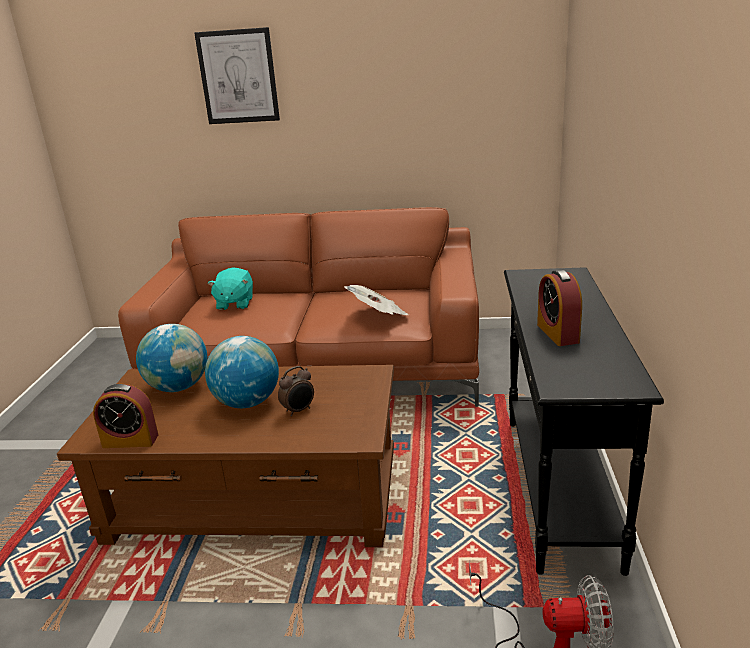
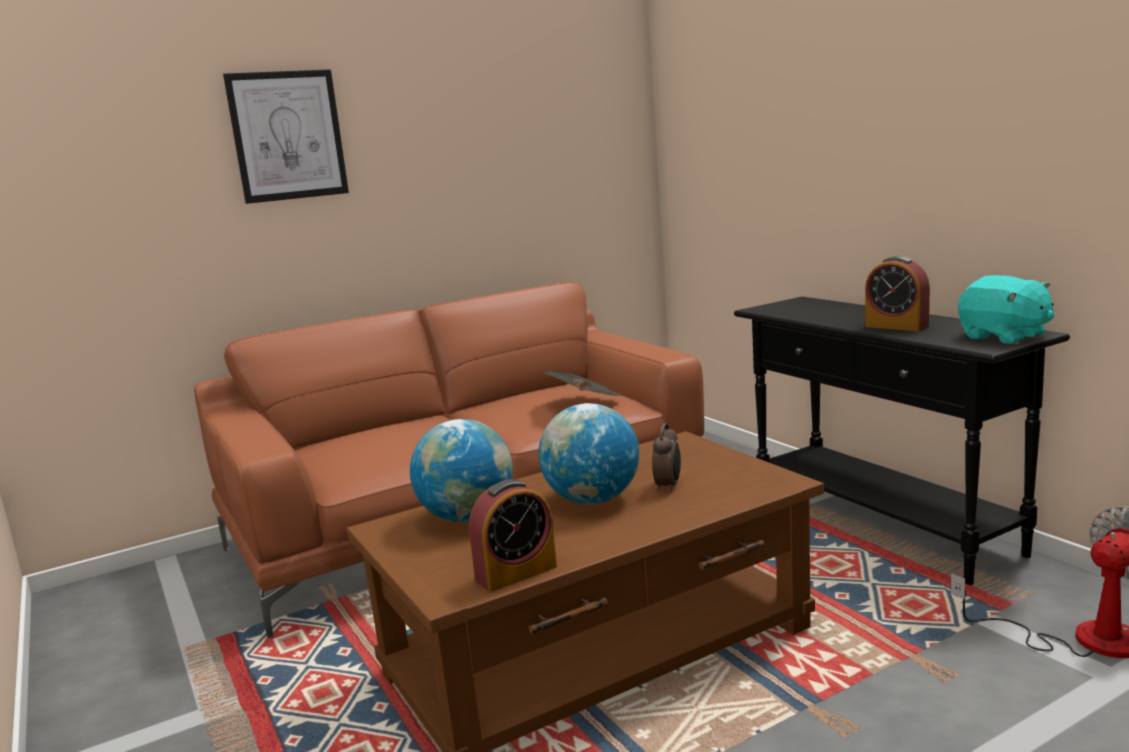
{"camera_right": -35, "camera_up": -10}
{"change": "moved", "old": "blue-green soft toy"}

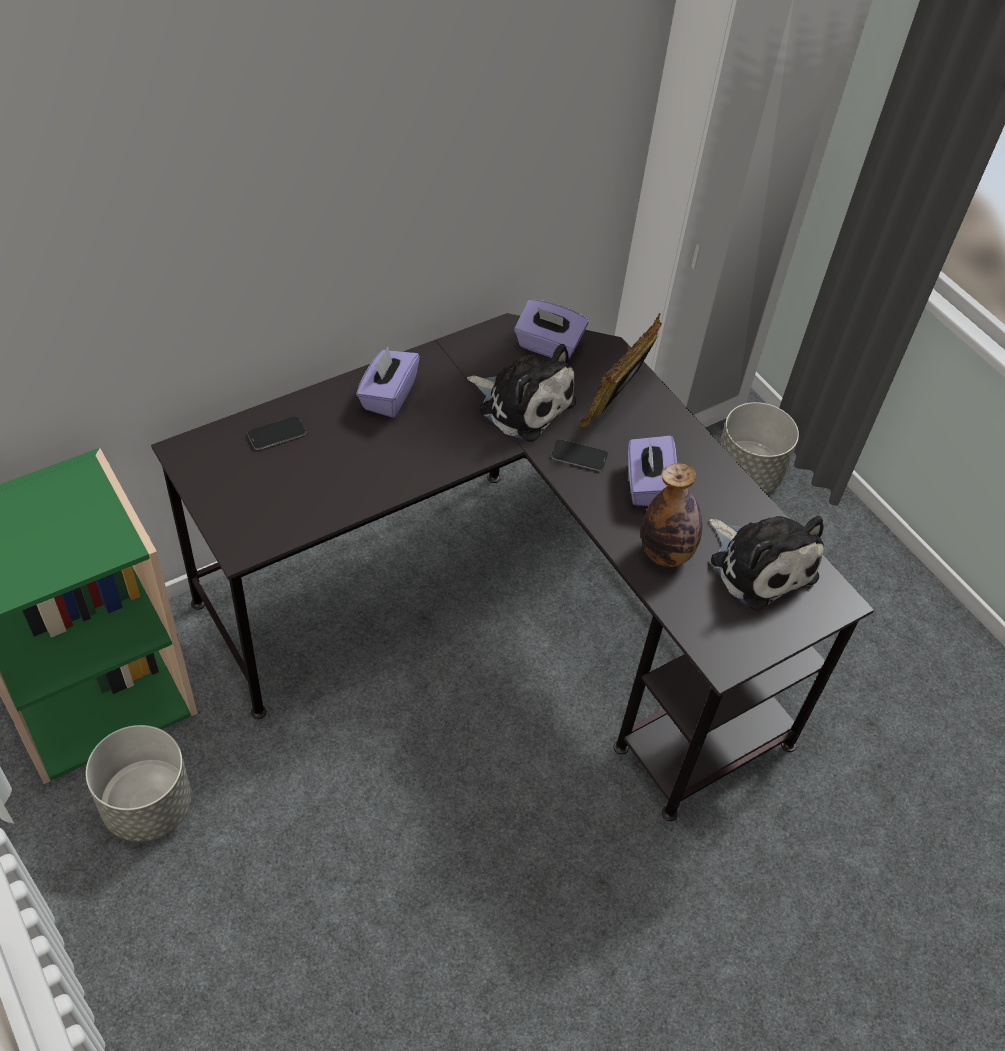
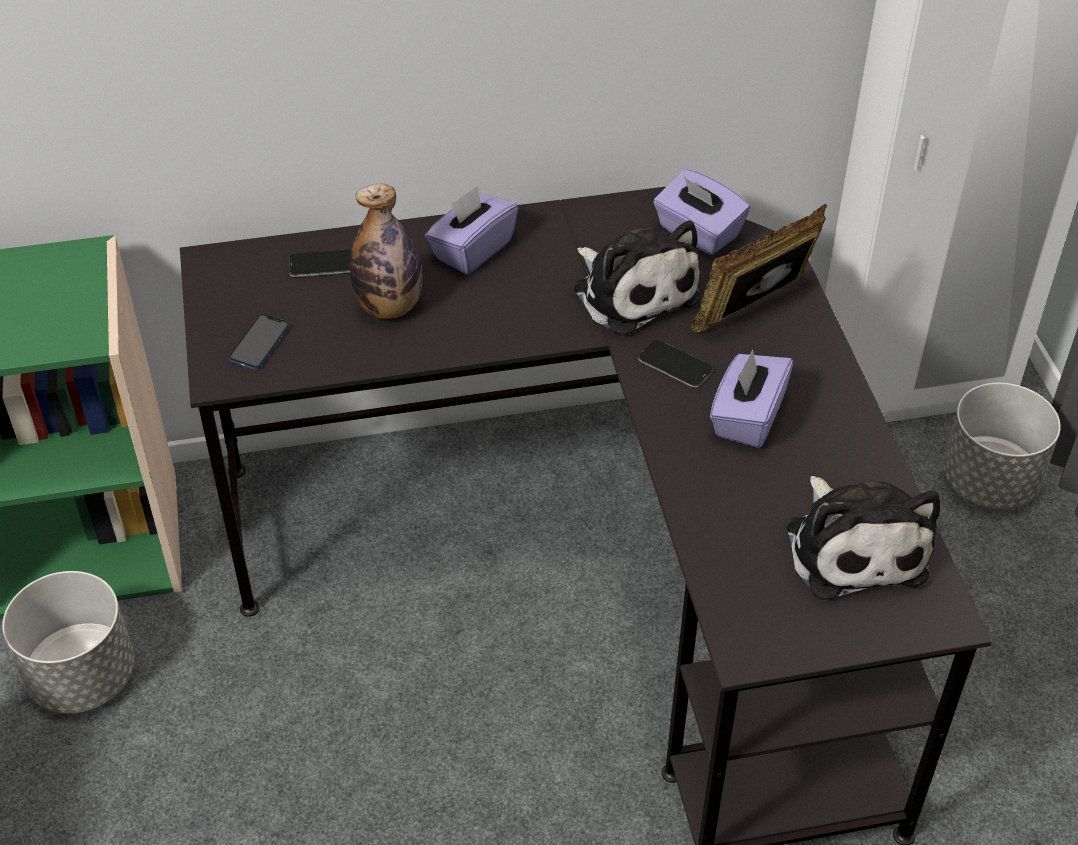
{"camera_right": 25, "camera_up": -5}
{"change": "moved", "old": "beverage bottle"}
{"change": "added", "new": "phone (1st from left)"}

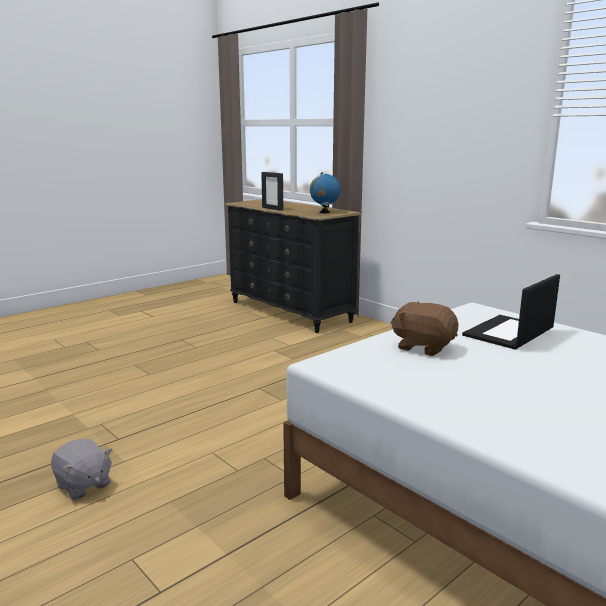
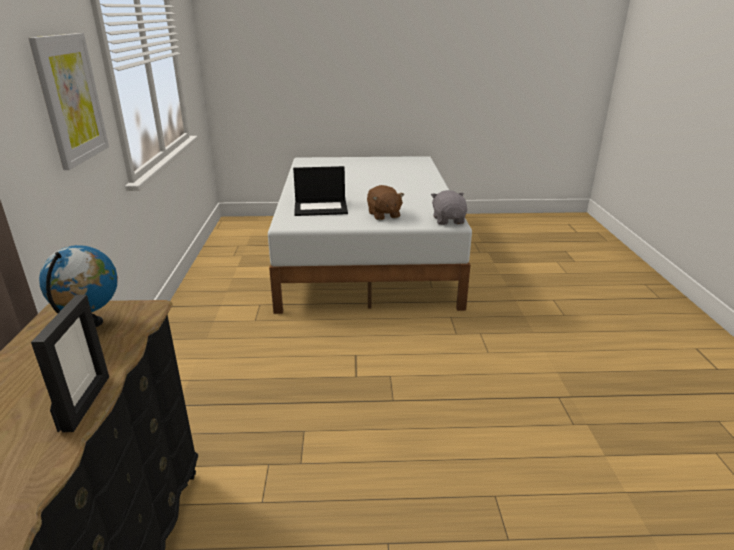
{"camera_right": -140, "camera_up": 10}
{"change": "moved", "old": "gray soft toy"}
{"change": "added", "new": "wall picture"}

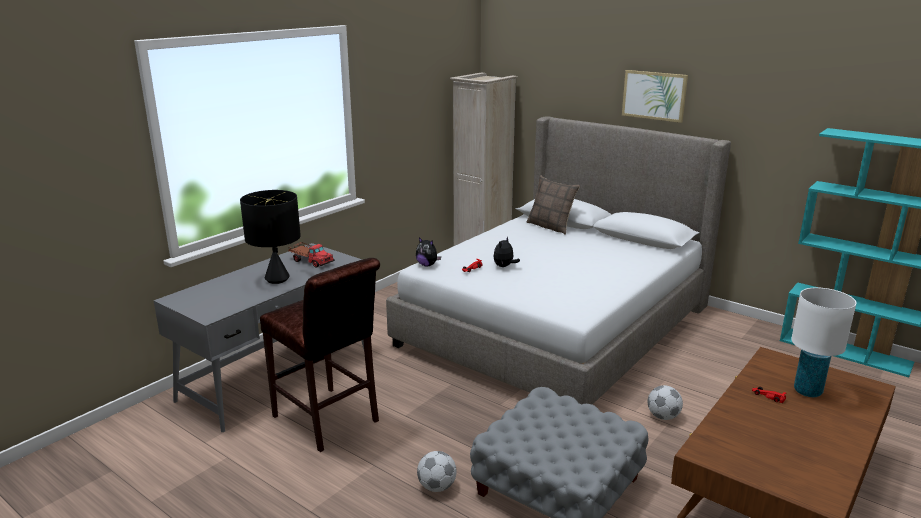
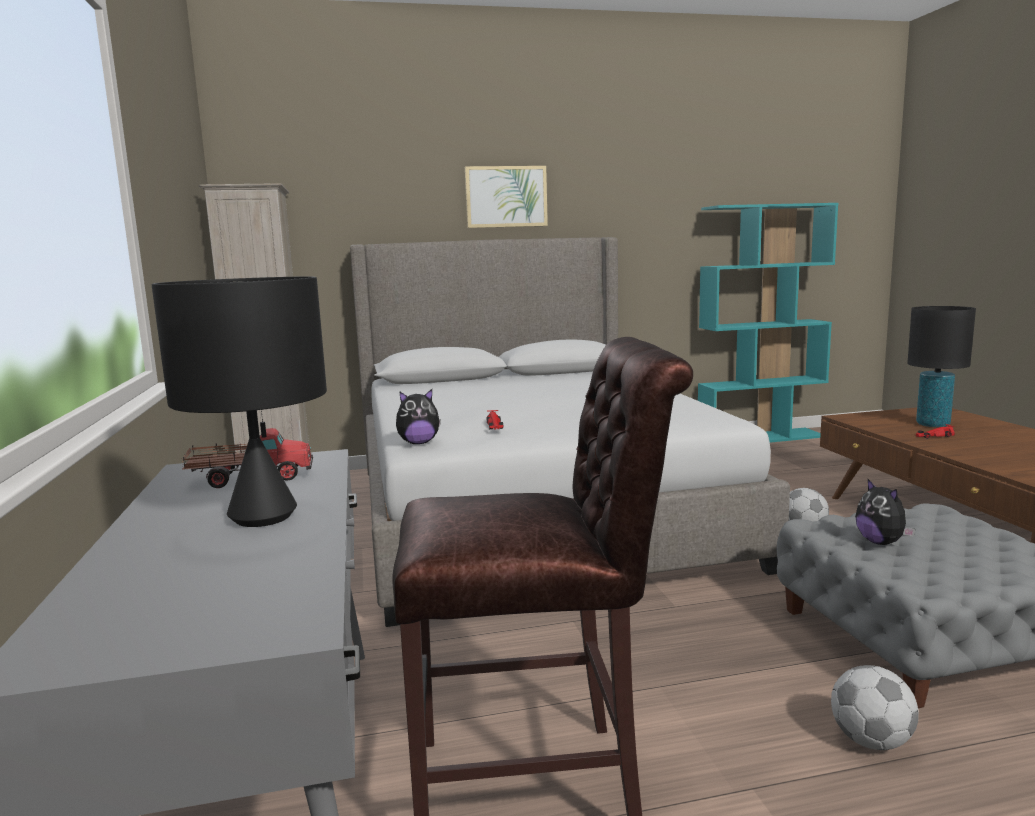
{"camera_right": -50, "camera_up": -10}
{"change": "moved", "old": "soft toy (2nd from left)"}
{"change": "removed", "old": "cushion"}
{"change": "recoloured", "old": "whitish tabletop lamp", "new": "black-coloured tabletop lamp (2nd from left)"}

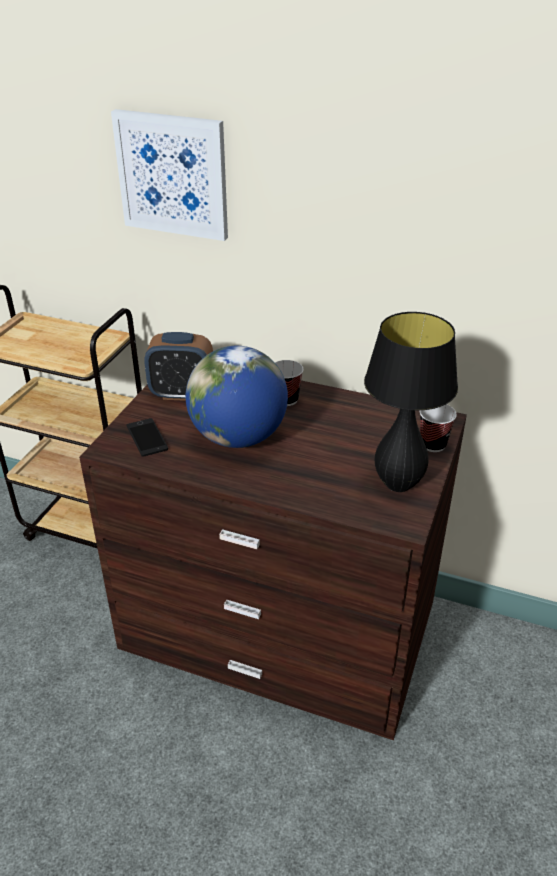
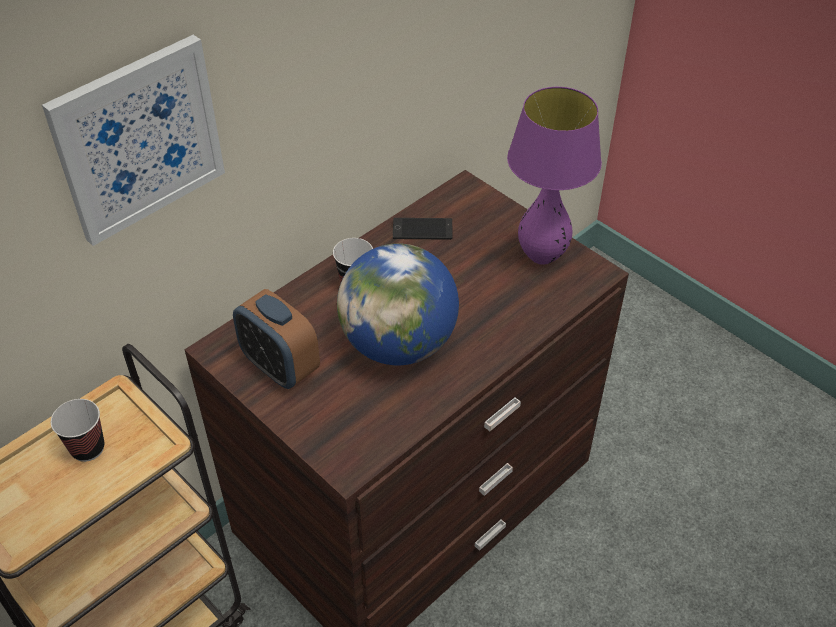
{"camera_right": -65, "camera_up": 10}
{"change": "moved", "old": "phone"}
{"change": "turned", "old": "bedside clock", "degrees": 105}
{"change": "recoloured", "old": "black-coloured tabletop lamp", "new": "purple tabletop lamp"}
{"change": "moved", "old": "cup (2nd from left in the first image)", "new": "cup (1st from left)"}

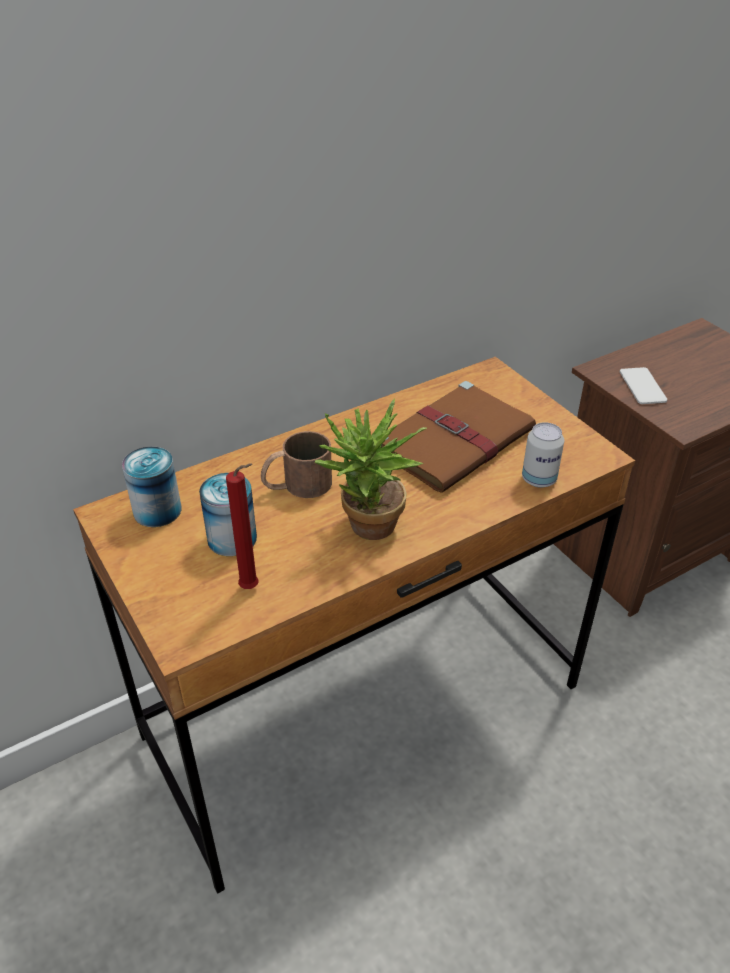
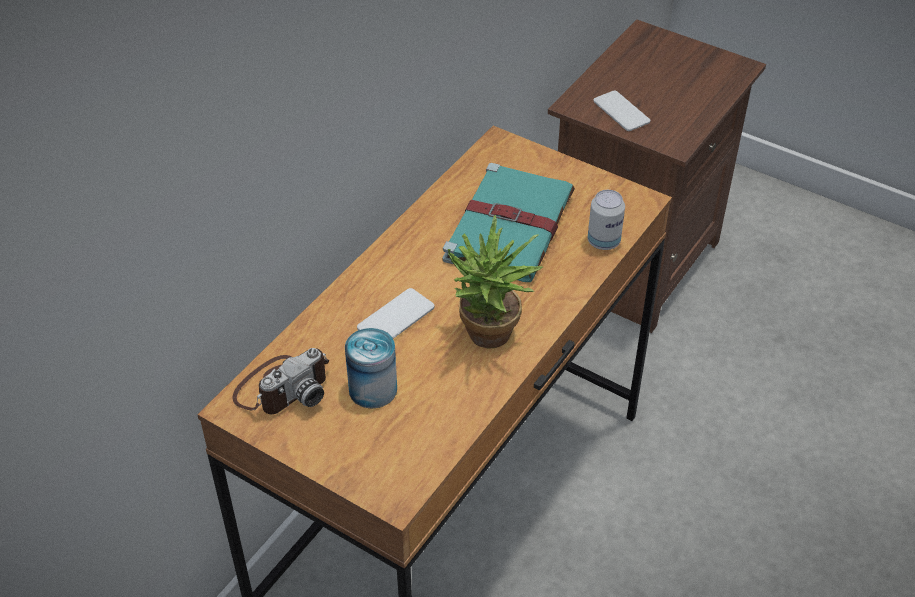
{"camera_right": -25, "camera_up": 5}
{"change": "replaced", "old": "sealed can (1st from left)", "new": "still camera"}
{"change": "removed", "old": "red wax candle"}
{"change": "replaced", "old": "brown-coloured mug", "new": "phone (1st from left)"}
{"change": "recoloured", "old": "brown-coloured bound book", "new": "blue-green bound book"}

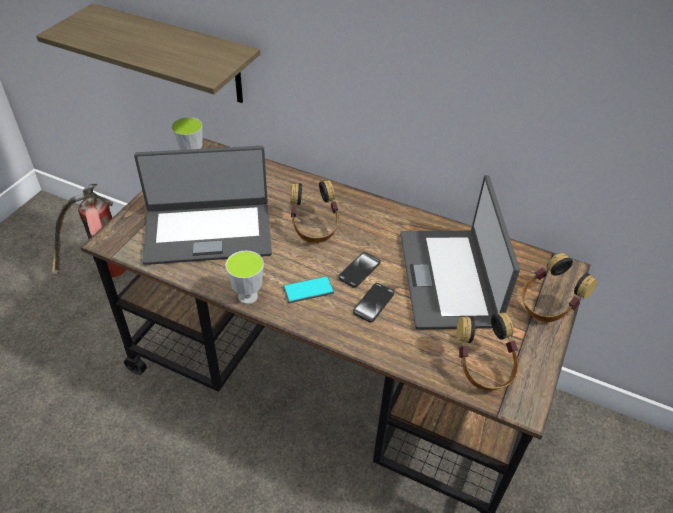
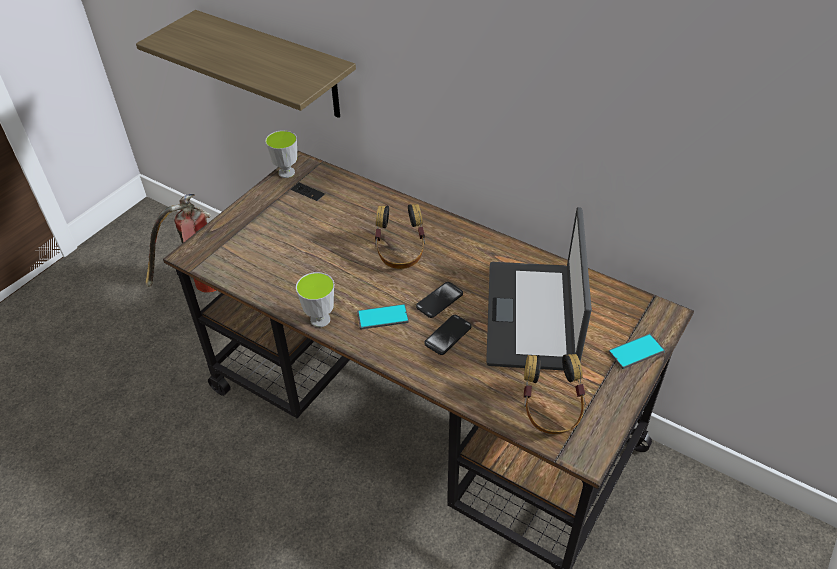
{"camera_right": 10, "camera_up": 0}
{"change": "removed", "old": "laptop (1st from left)"}
{"change": "replaced", "old": "headphones (3rd from left)", "new": "phone (4th from left)"}

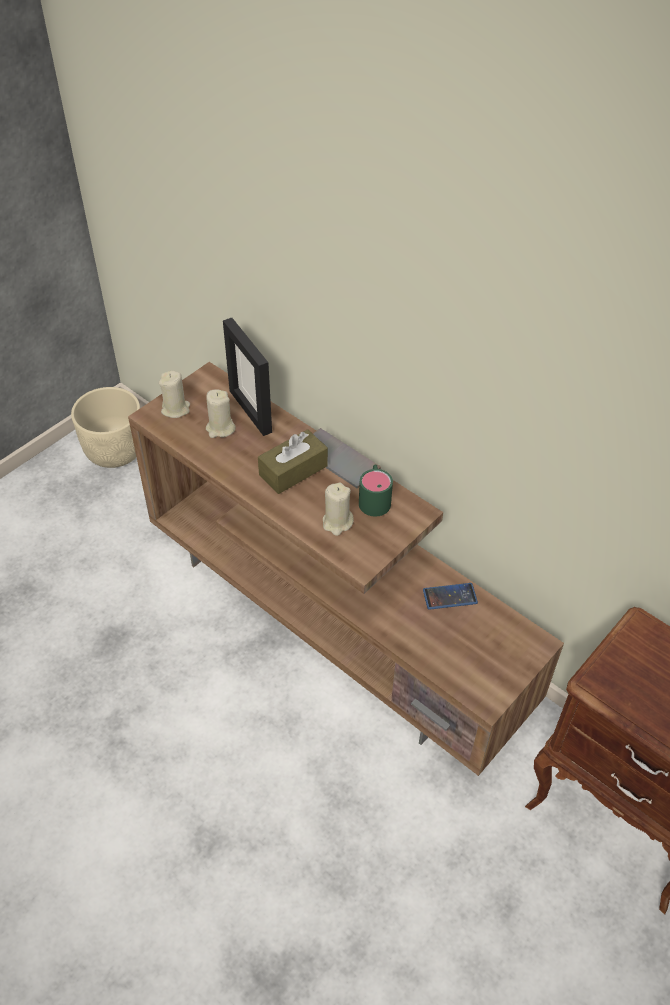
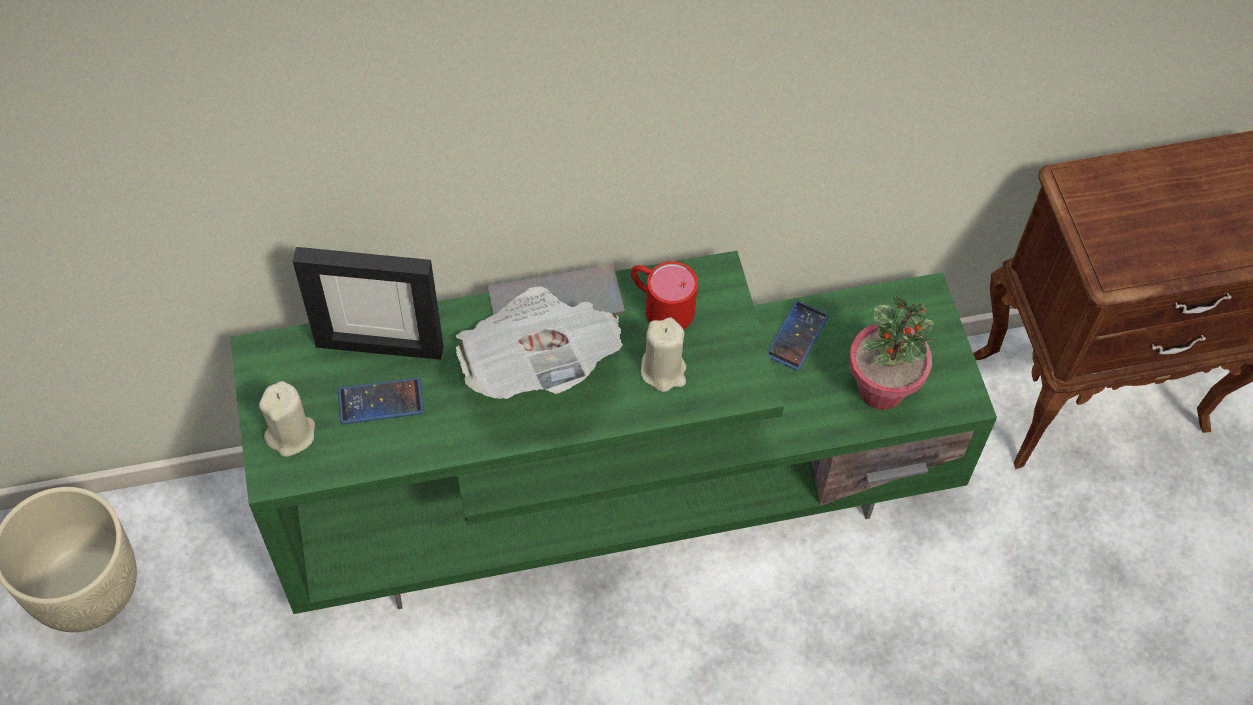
{"camera_right": -55, "camera_up": 10}
{"change": "recoloured", "old": "brown-coloured tv stand", "new": "green-coloured tv stand"}
{"change": "replaced", "old": "sand-coloured wax candle (2nd from left)", "new": "phone (1st from left)"}
{"change": "replaced", "old": "brown-coloured tissue box", "new": "printed paper"}
{"change": "recoloured", "old": "green-coloured mug", "new": "red mug"}
{"change": "added", "new": "plant in a pot"}

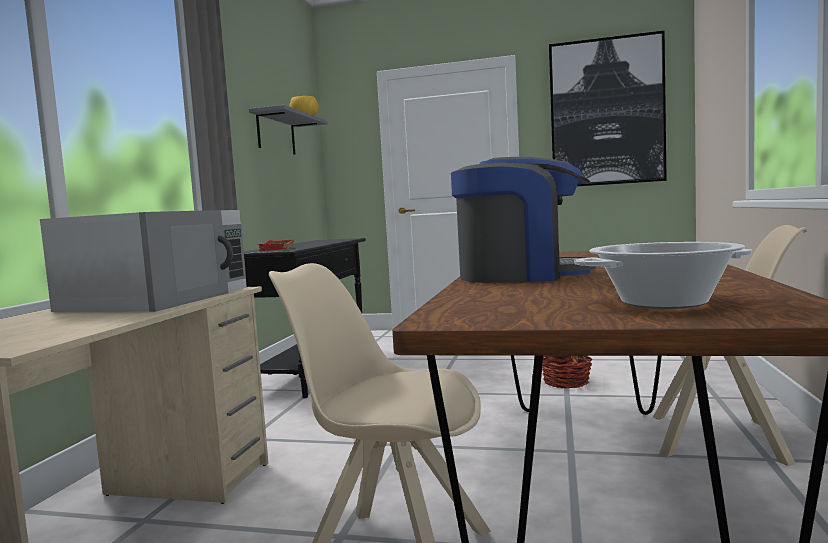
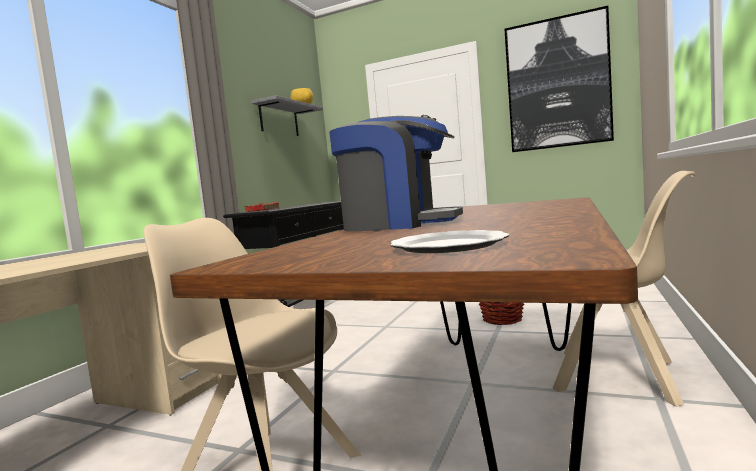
{"camera_right": 10, "camera_up": 0}
{"change": "removed", "old": "whitish microwave"}
{"change": "replaced", "old": "cooking pot", "new": "dinner plate"}

